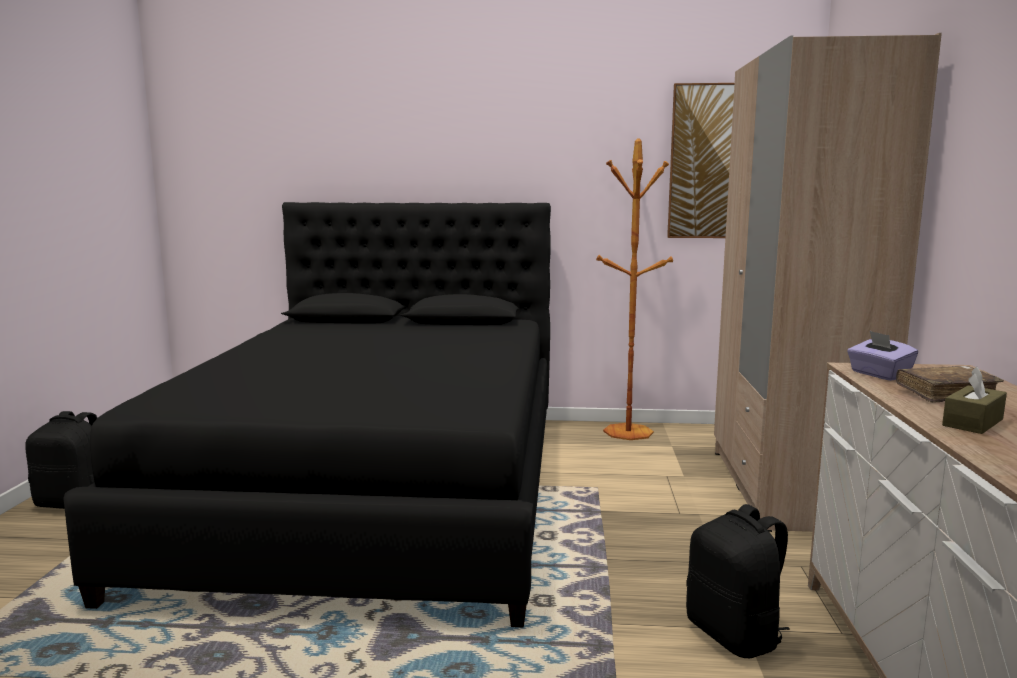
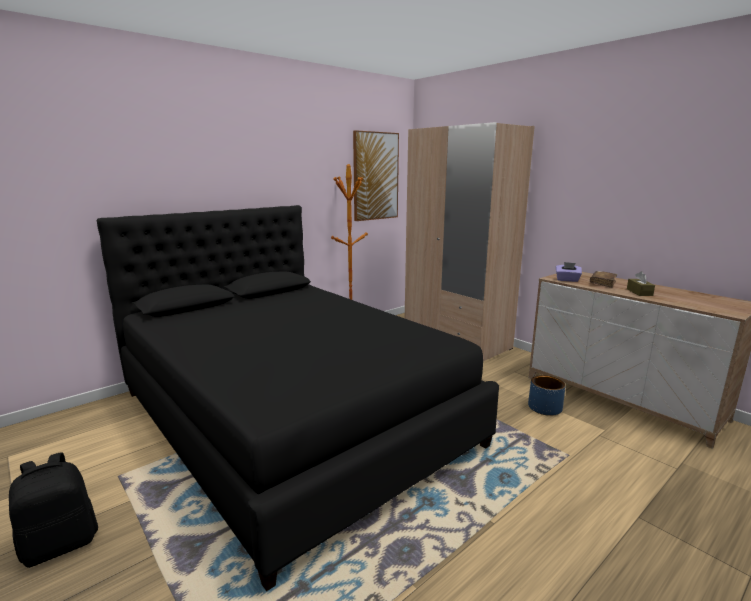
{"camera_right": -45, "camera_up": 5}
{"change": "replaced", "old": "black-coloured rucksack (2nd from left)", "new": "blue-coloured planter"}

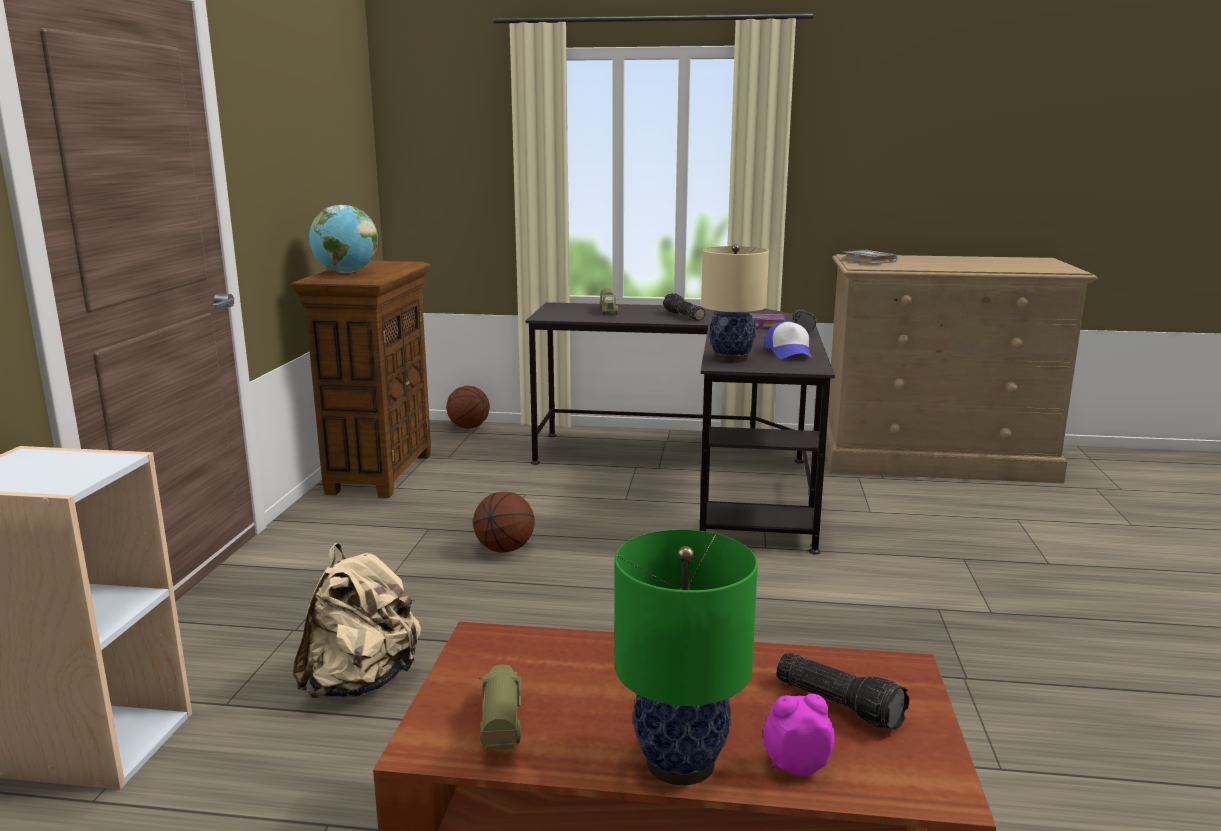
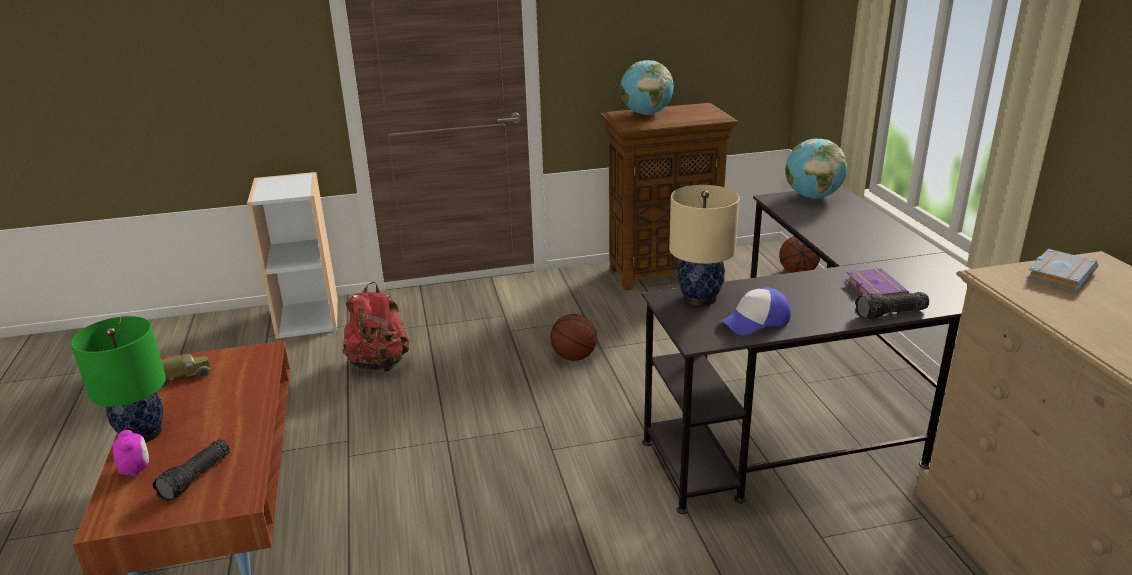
{"camera_right": 70, "camera_up": 10}
{"change": "recoloured", "old": "sand-coloured rucksack", "new": "red rucksack"}
{"change": "removed", "old": "toy lorry (2nd from left)"}
{"change": "removed", "old": "hand torch (1st from left)"}
{"change": "added", "new": "desk globe (2nd from left)"}

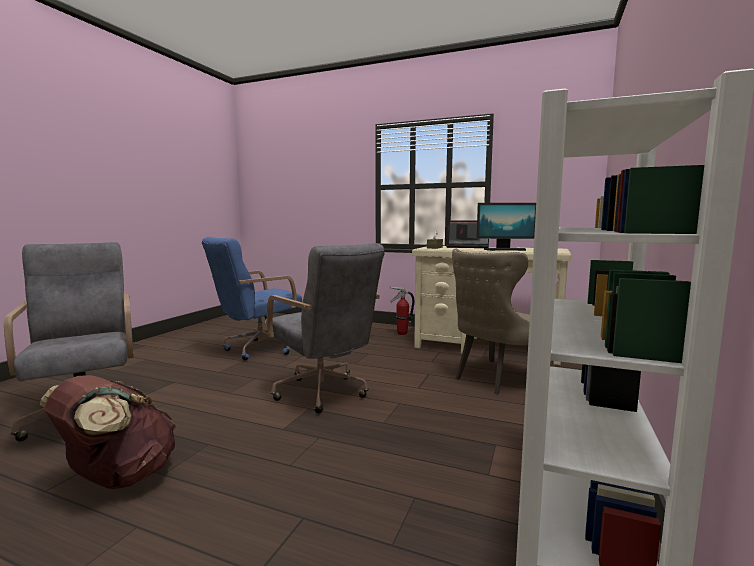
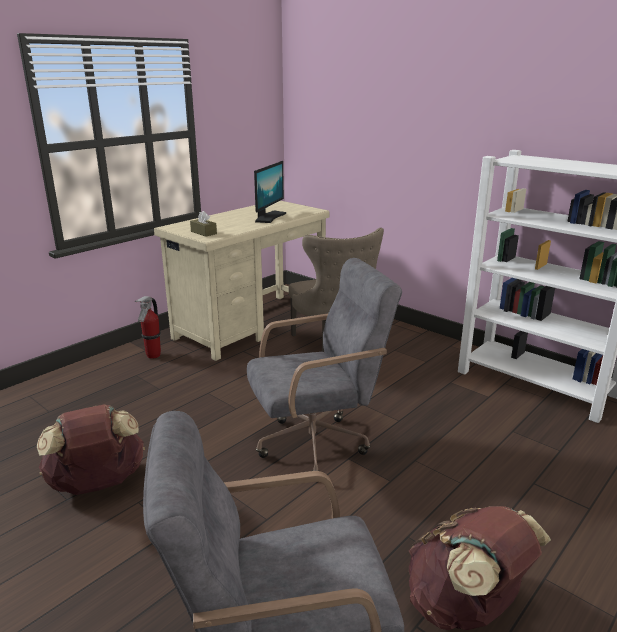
{"camera_right": -70, "camera_up": 15}
{"change": "replaced", "old": "blue-coloured desk chair", "new": "brown-coloured rucksack (1st from left)"}
{"change": "removed", "old": "laptop"}

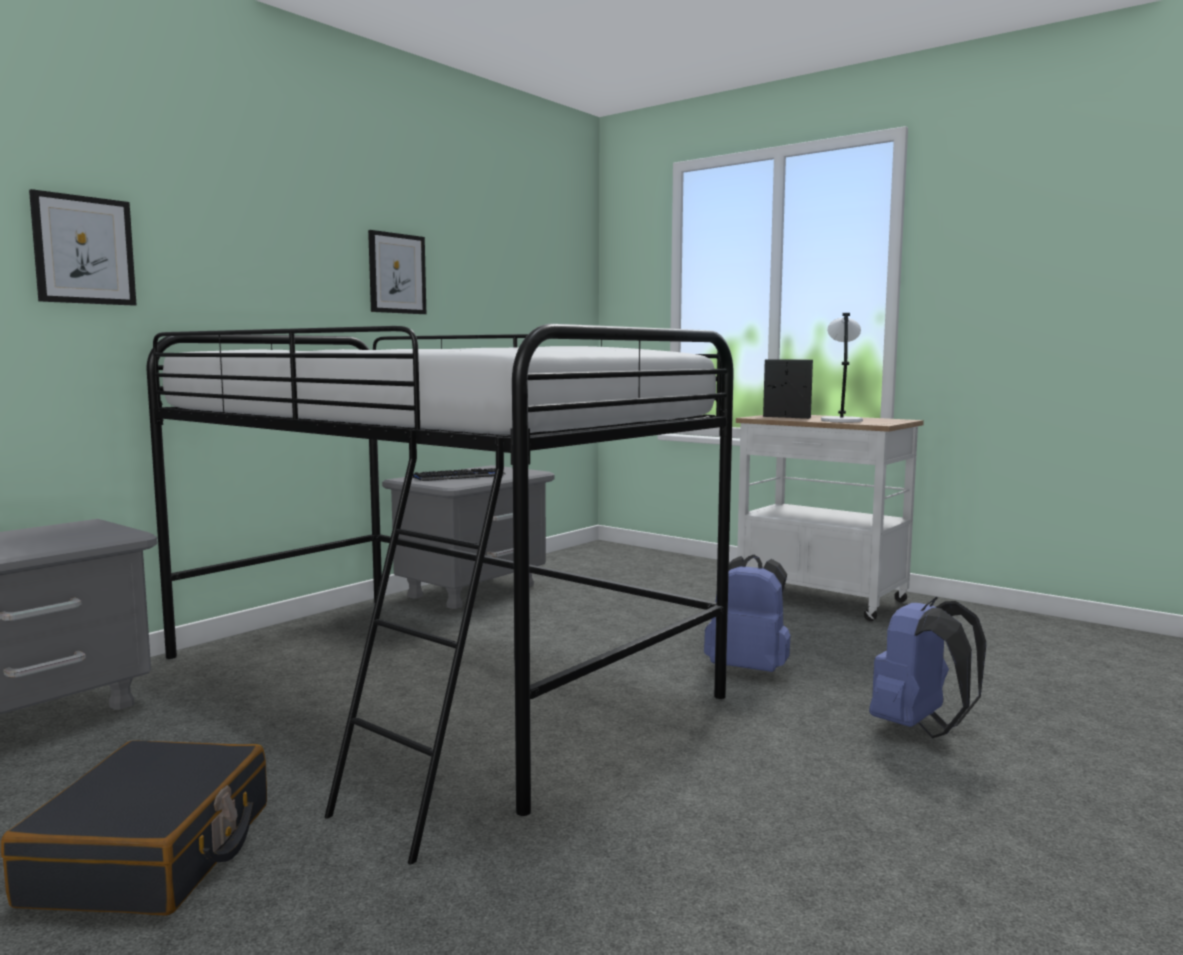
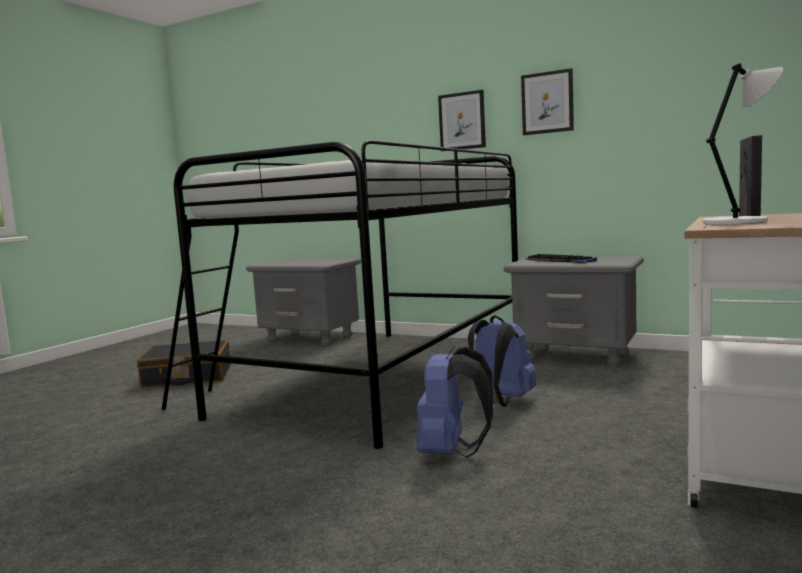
{"camera_right": 80, "camera_up": 0}
{"change": "moved", "old": "wall picture (1st from left)"}
{"change": "moved", "old": "blue-coloured rucksack (2nd from left)"}

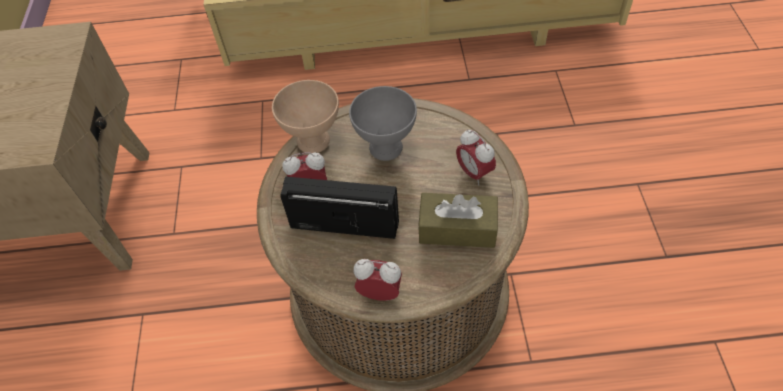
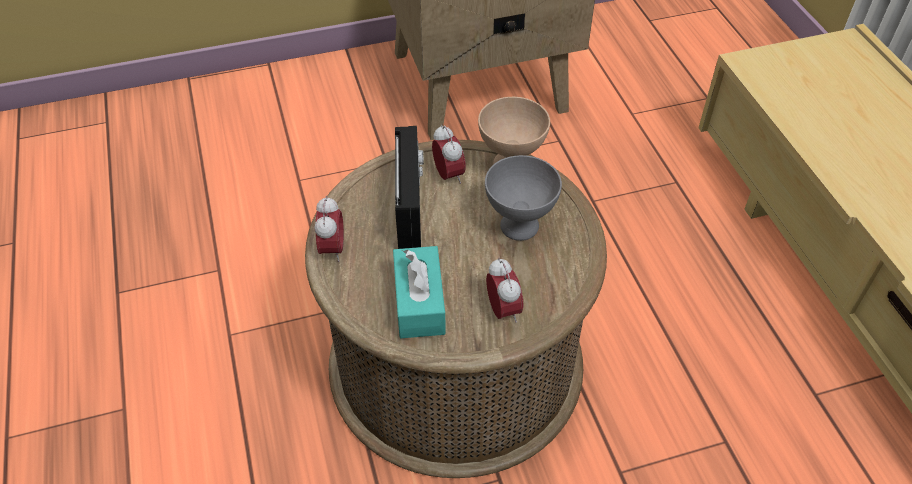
{"camera_right": 75, "camera_up": -5}
{"change": "recoloured", "old": "brown-coloured tissue box", "new": "blue-green tissue box"}
{"change": "turned", "old": "bedside clock (3rd from left)", "degrees": 120}

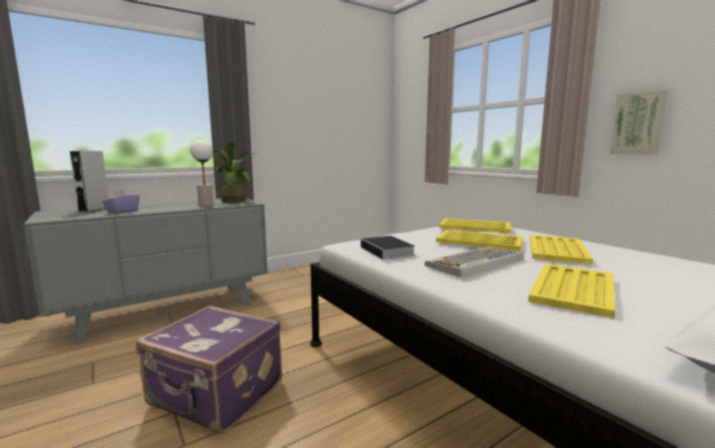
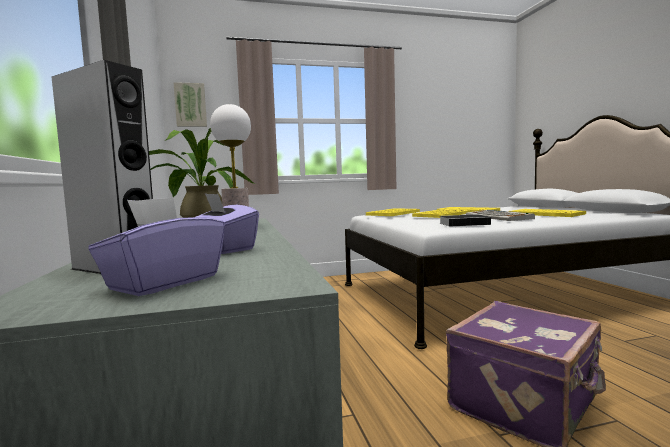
{"camera_right": -70, "camera_up": -5}
{"change": "moved", "old": "wall picture"}
{"change": "added", "new": "purple tissue box (1st from left)"}

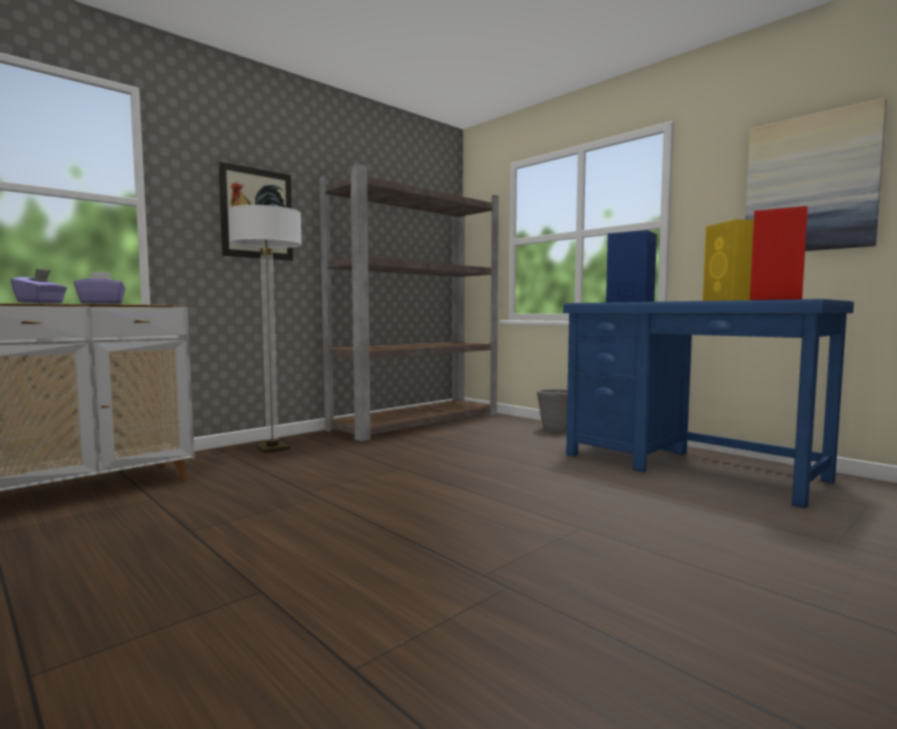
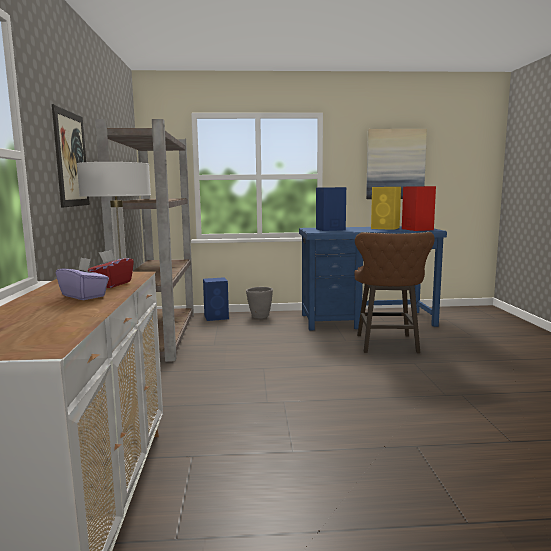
{"camera_right": -50, "camera_up": 5}
{"change": "recoloured", "old": "purple tissue box (2nd from left)", "new": "red tissue box"}
{"change": "added", "new": "blue-coloured loudspeaker (1st from left)"}
{"change": "added", "new": "brown-coloured sitting stool"}

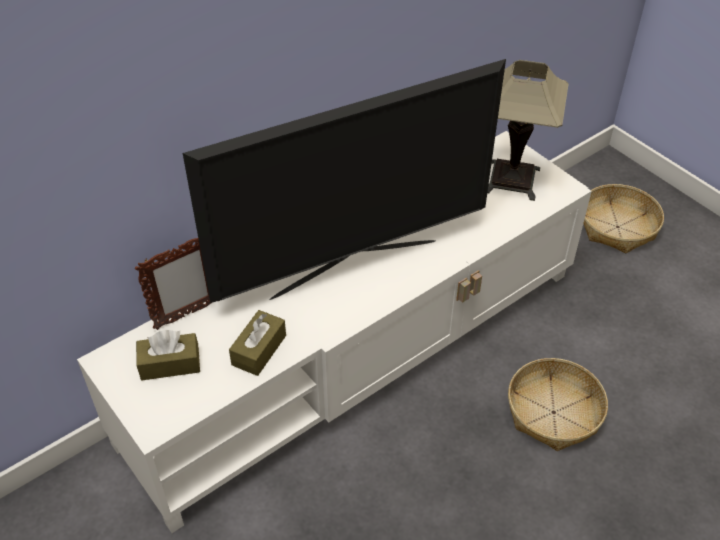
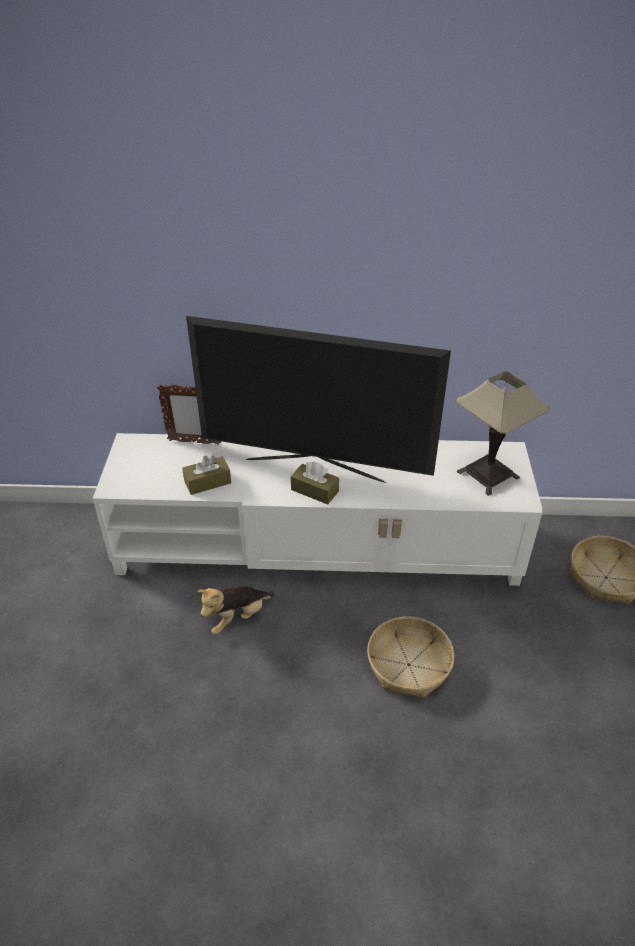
{"camera_right": 40, "camera_up": -5}
{"change": "moved", "old": "brown-coloured tissue box (1st from left in the first image)", "new": "brown-coloured tissue box (2nd from left)"}
{"change": "added", "new": "soft toy"}

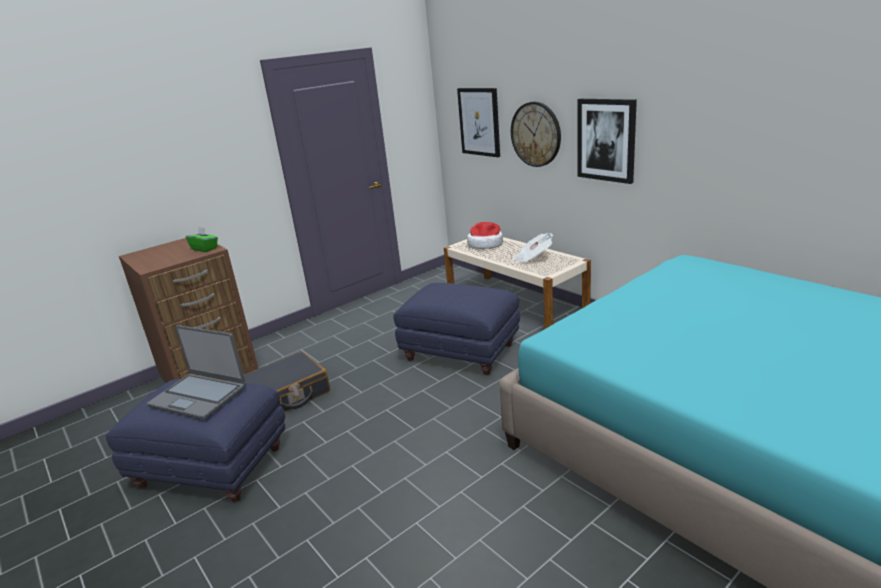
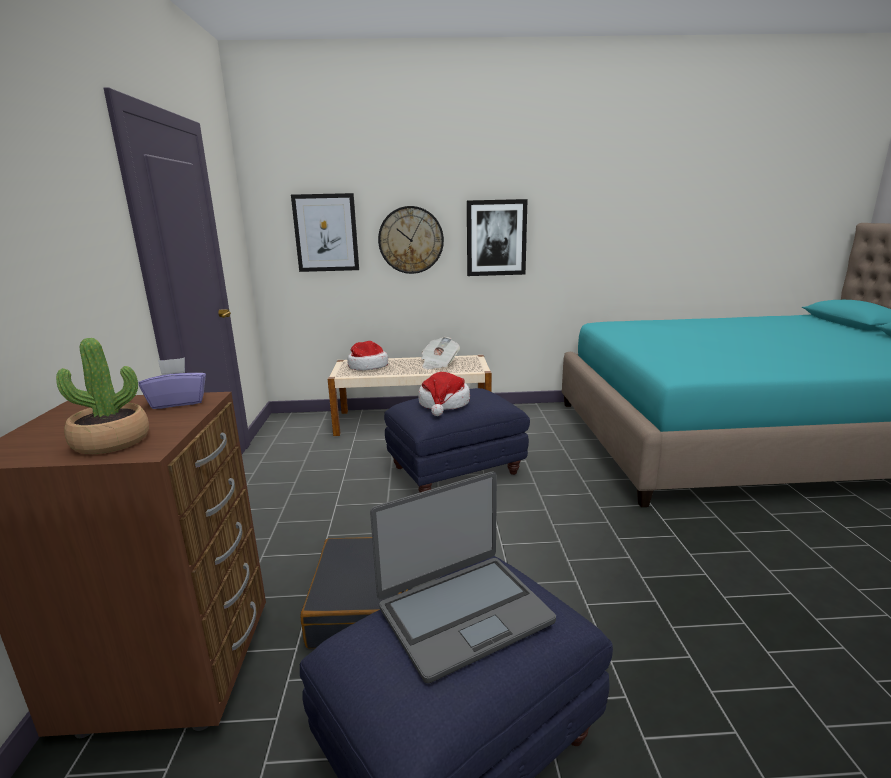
{"camera_right": -55, "camera_up": -5}
{"change": "recoloured", "old": "green-coloured tissue box", "new": "purple tissue box"}
{"change": "added", "new": "plant in a pot"}
{"change": "added", "new": "clothing hat (2nd from left)"}

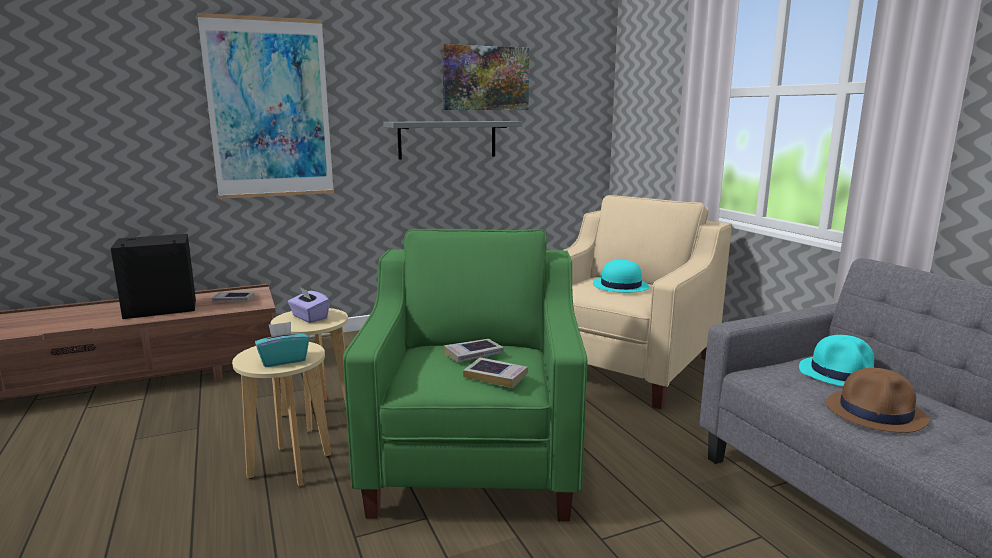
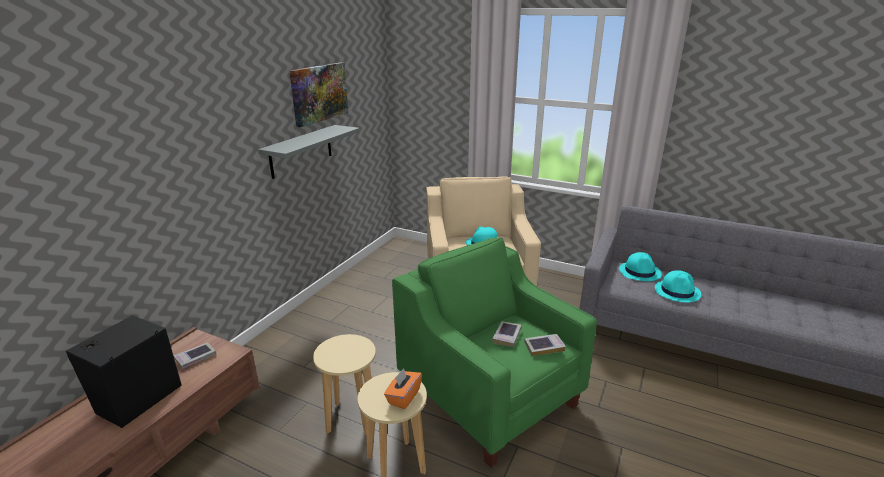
{"camera_right": -40, "camera_up": 10}
{"change": "removed", "old": "wall picture (1st from left)"}
{"change": "recoloured", "old": "blue-green tissue box", "new": "orangey tissue box"}
{"change": "removed", "old": "purple tissue box"}
{"change": "recoloured", "old": "brown-coloured clothing hat", "new": "blue-green clothing hat (3rd from left)"}

